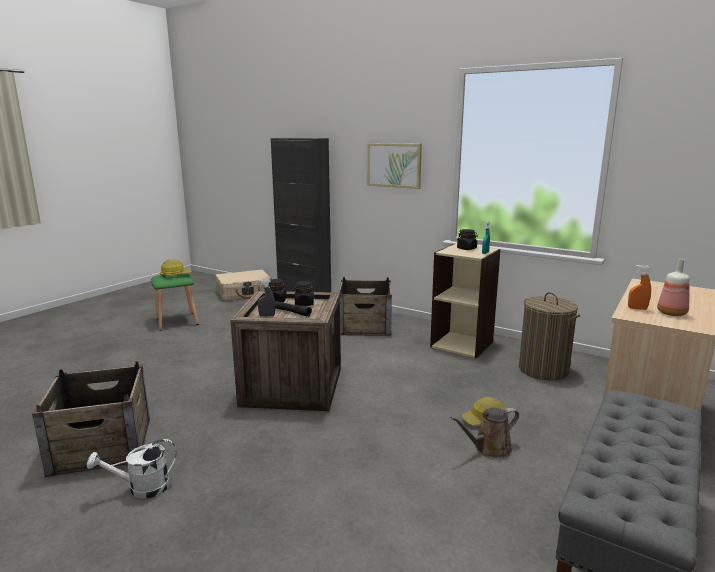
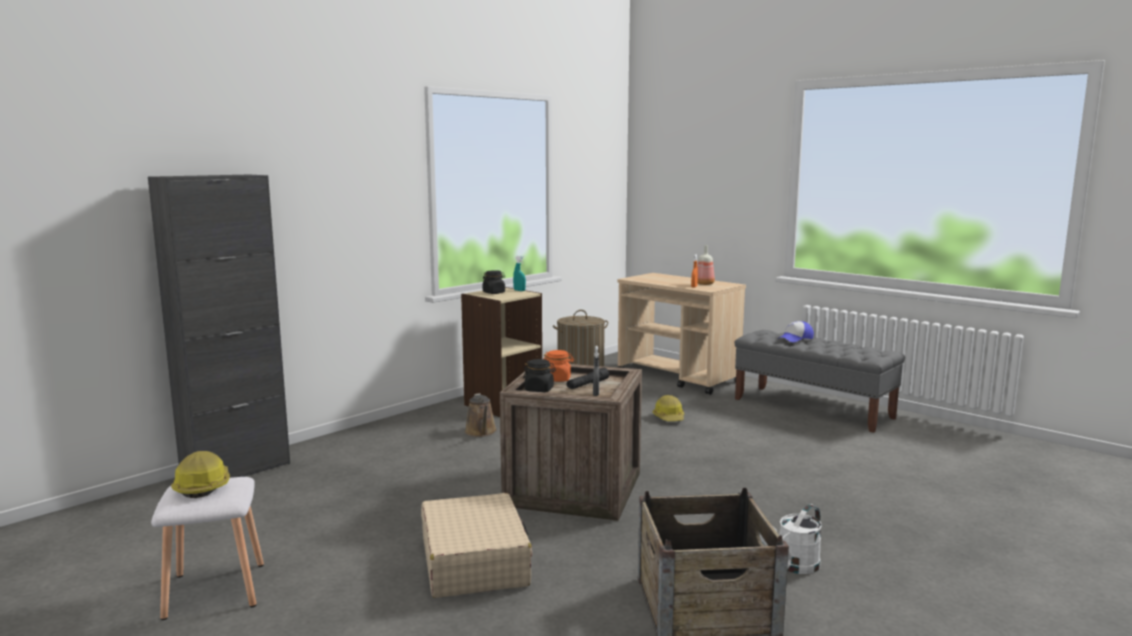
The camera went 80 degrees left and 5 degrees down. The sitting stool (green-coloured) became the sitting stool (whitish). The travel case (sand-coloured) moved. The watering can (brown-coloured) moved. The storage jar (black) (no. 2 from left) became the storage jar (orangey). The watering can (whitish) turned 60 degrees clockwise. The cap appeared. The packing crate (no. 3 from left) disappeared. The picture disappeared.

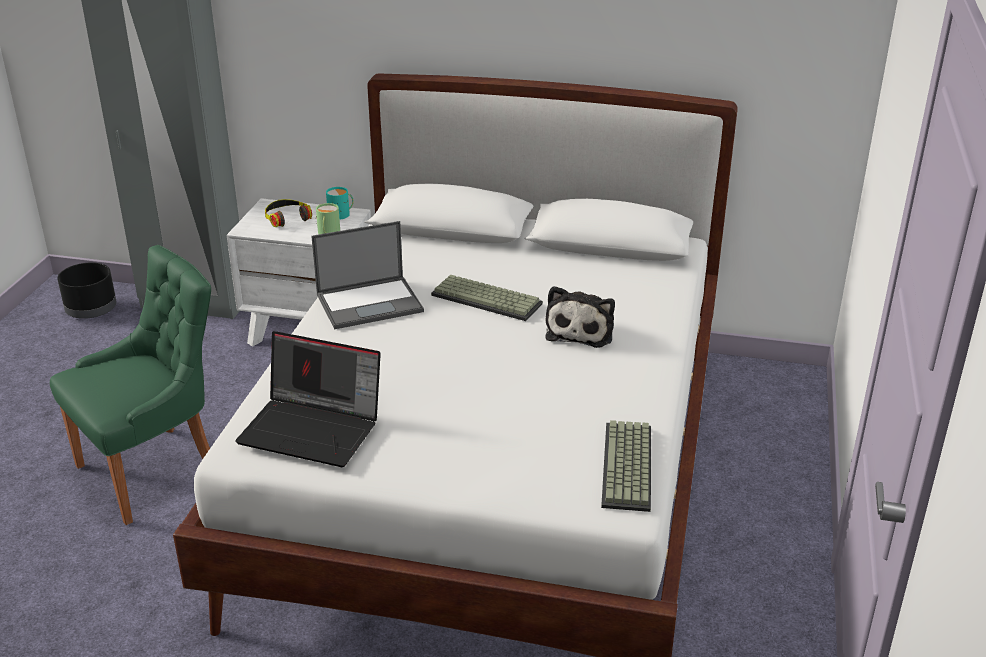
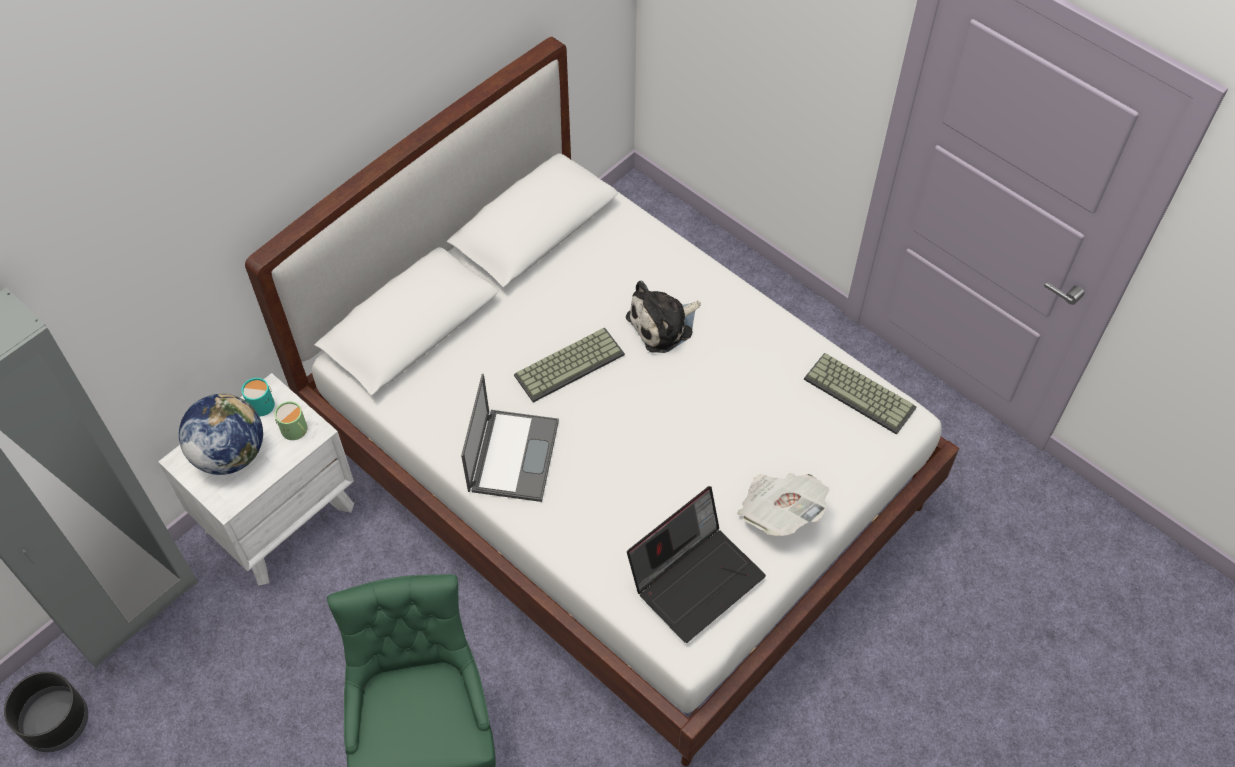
The camera went 60 degrees left and 25 degrees up. The headphones was replaced by the desk globe. The cuddly toy turned 105 degrees clockwise. The newspaper appeared.

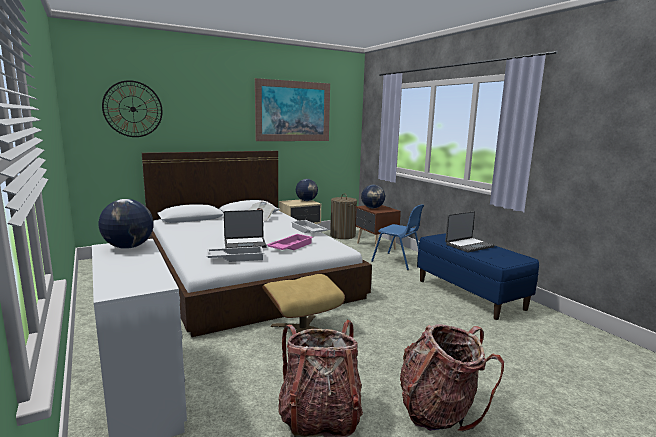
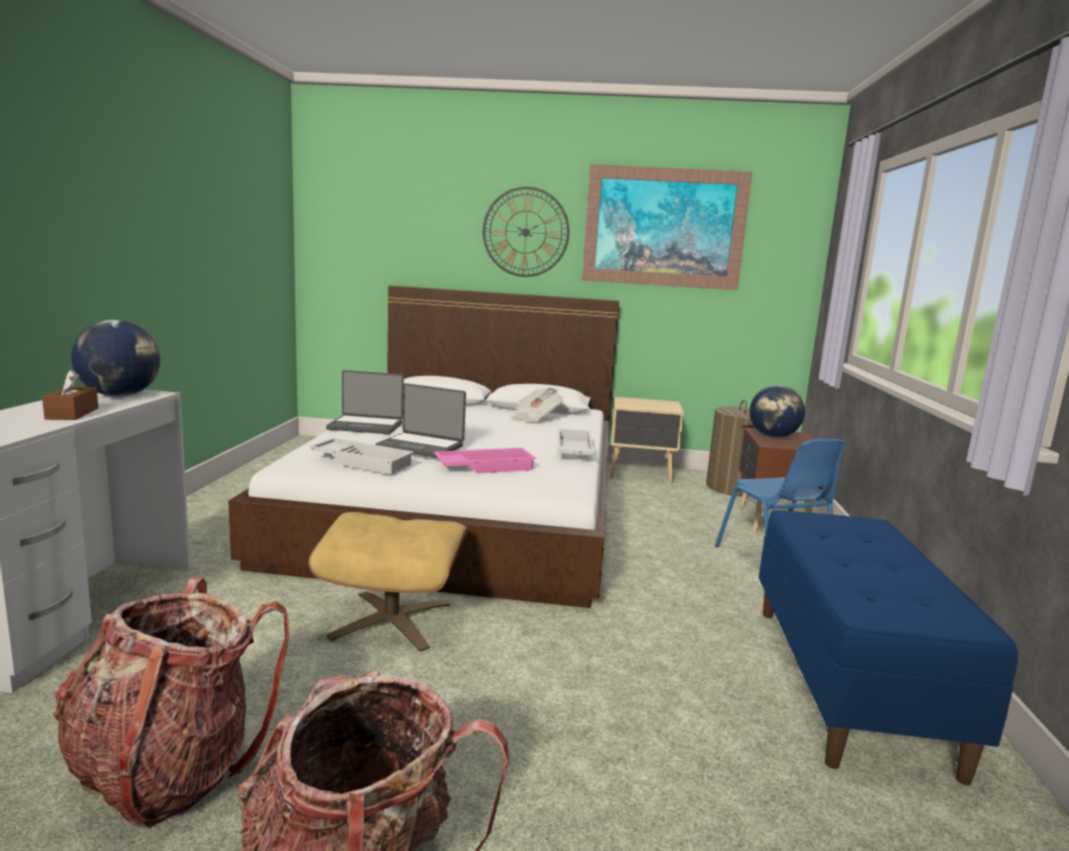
The camera went 35 degrees right and 0 degrees up. The box of tissues (brown-coloured) appeared. The laptop (no. 2 from left in the first image) moved. The wall clock moved. The desk globe (no. 2 from left) disappeared.

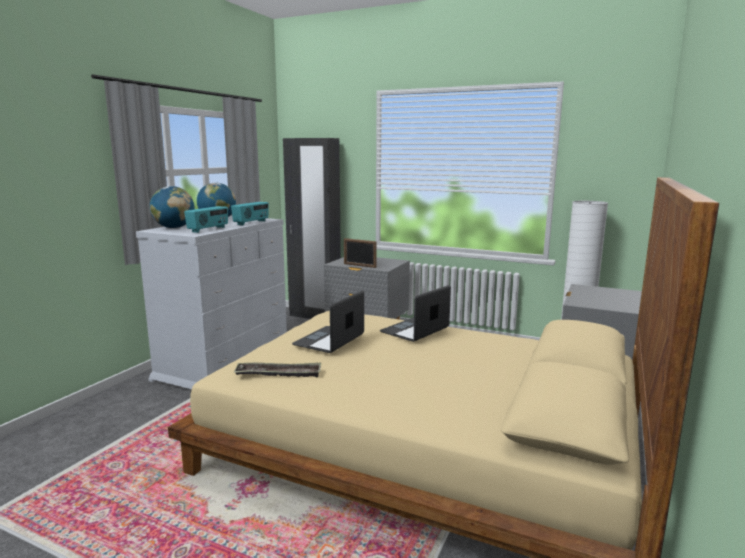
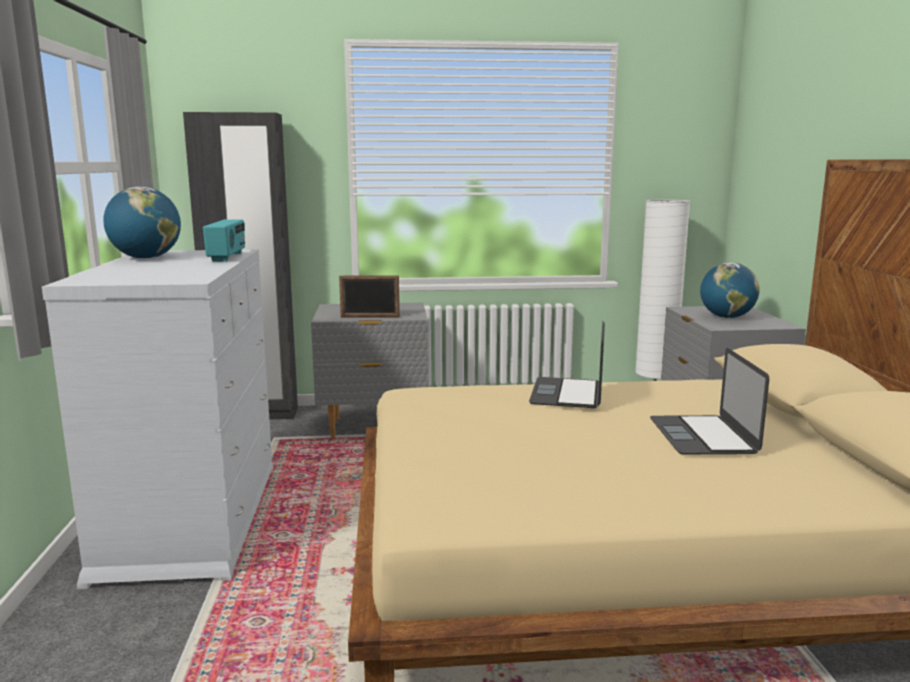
The camera went 30 degrees left and 0 degrees up. The laptop (no. 1 from left in the first image) moved. The desk globe (no. 1 from left in the first image) moved. The radio receiver (no. 1 from left) disappeared. The tray disappeared.

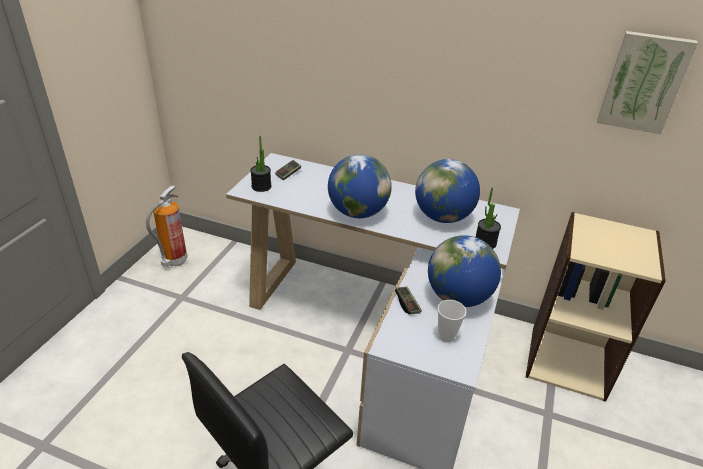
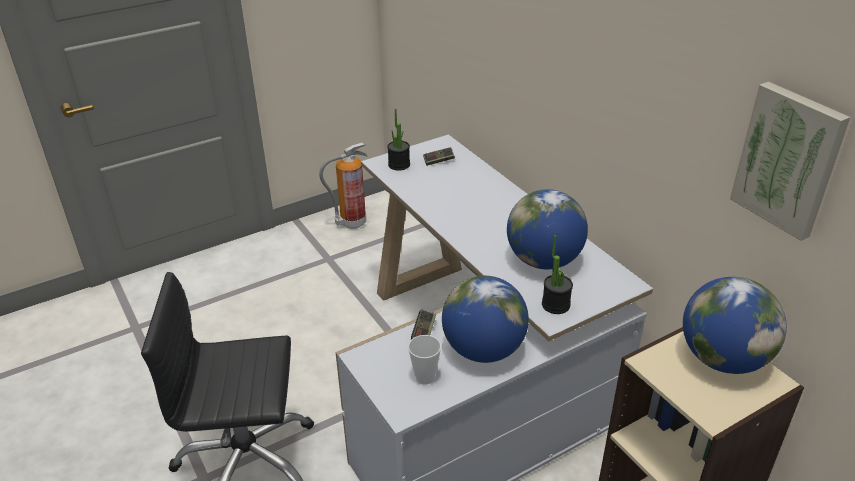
The camera went 40 degrees right and 0 degrees up. The desk globe (no. 1 from left in the first image) moved.

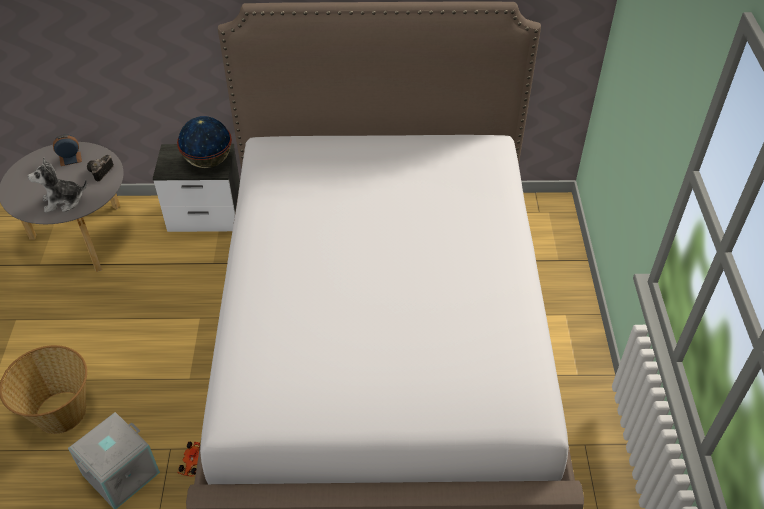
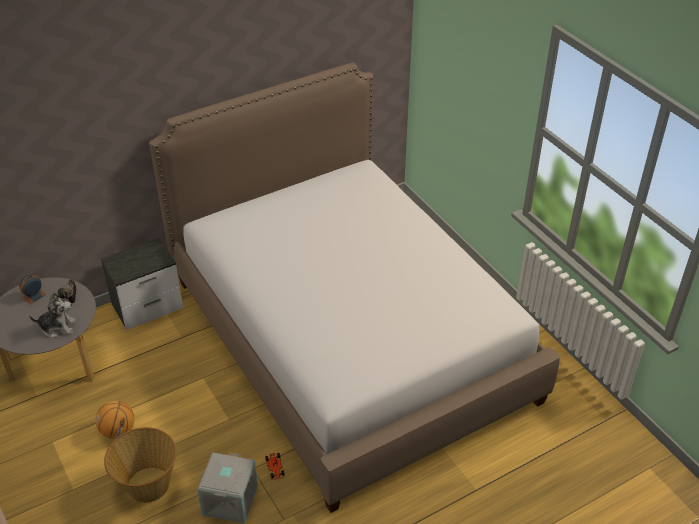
The camera went 30 degrees left and 5 degrees down. The cuddly toy turned 135 degrees counterclockwise. The basketball appeared. The desk globe disappeared.

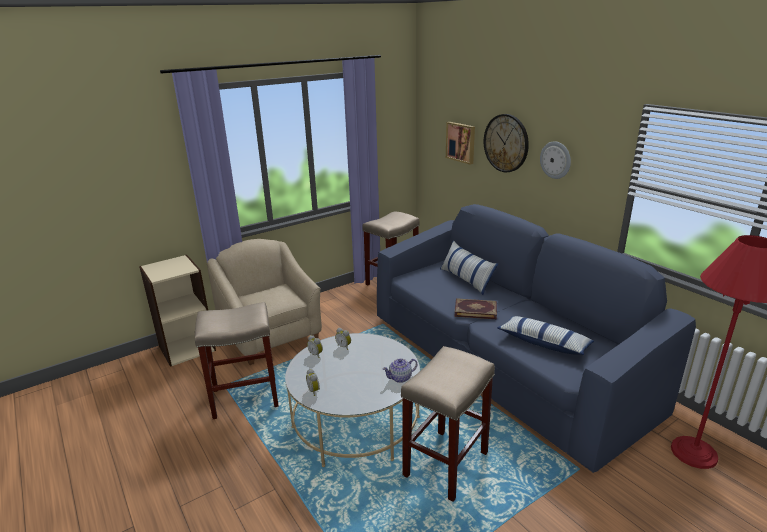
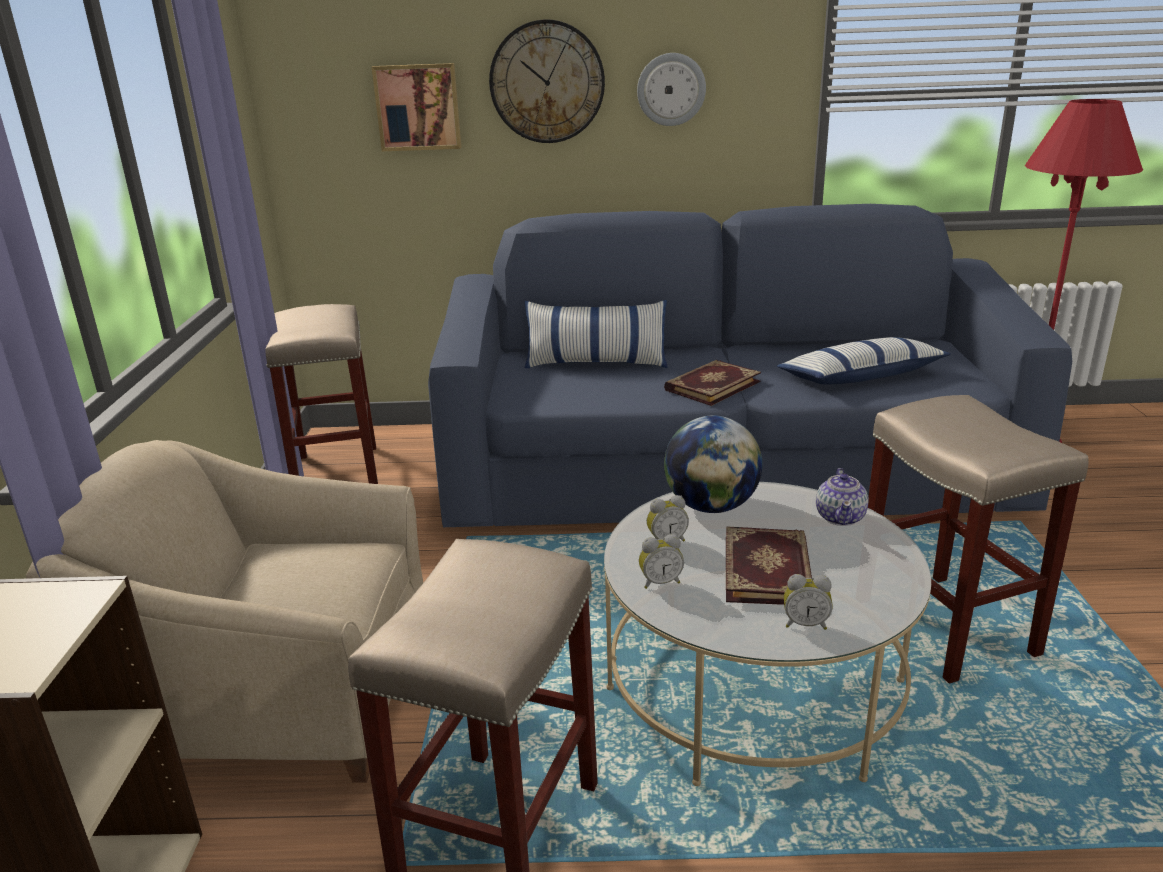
The camera went 55 degrees left and 0 degrees up. The desk globe appeared. The book (no. 2 from left) appeared.

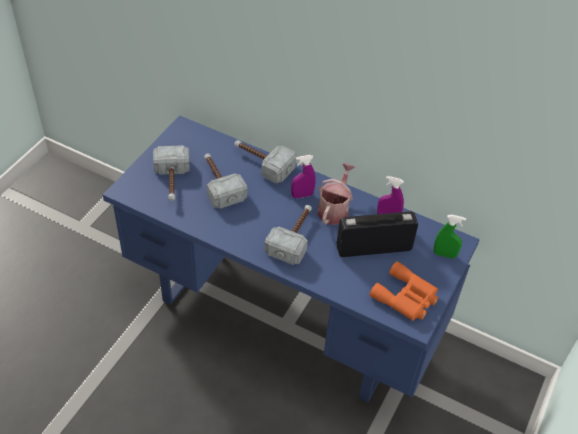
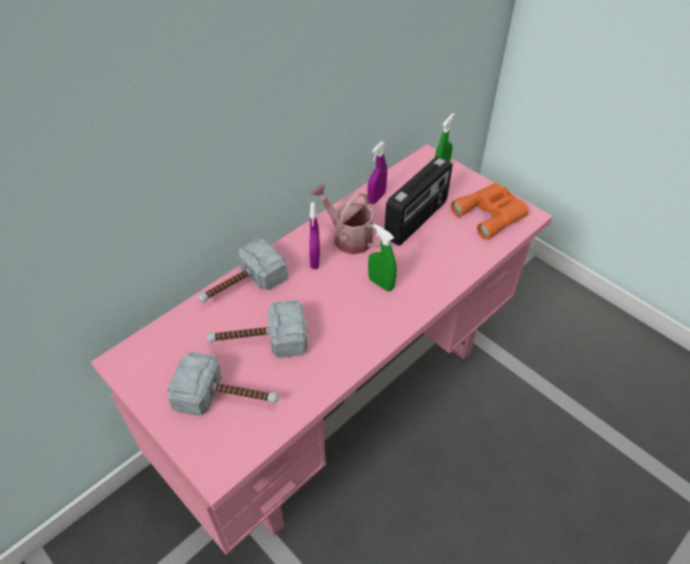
The camera went 70 degrees left and 0 degrees up. The desk table (blue) became the desk table (pink). The tool hammer (no. 4 from left) was replaced by the sprayer (green-coloured) (no. 1 from left). The radio receiver turned 150 degrees counterclockwise.

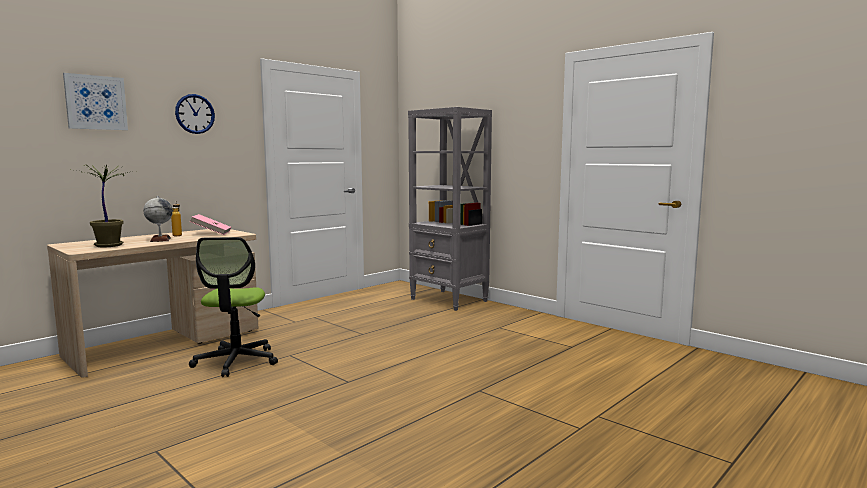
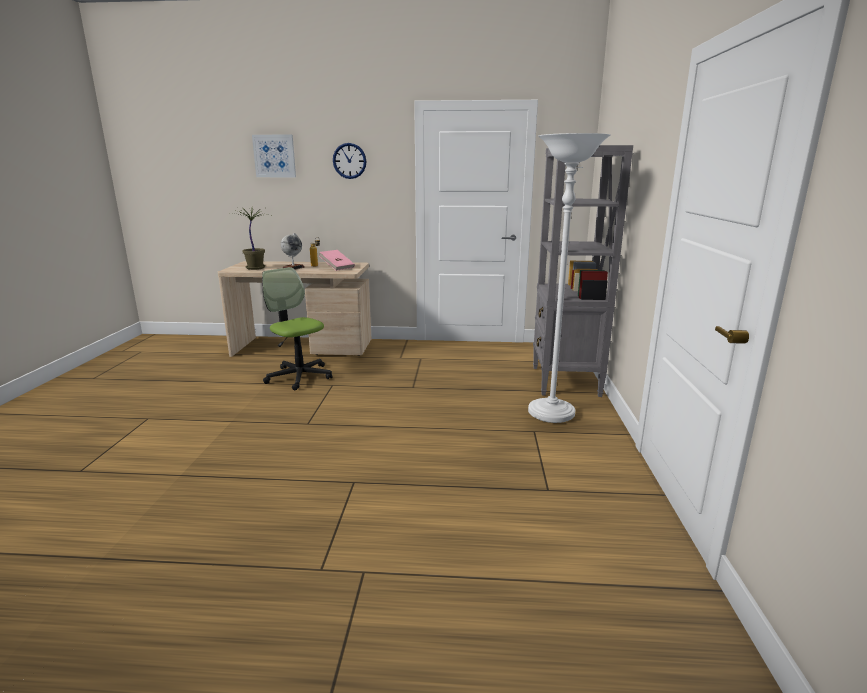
The camera went 50 degrees right and 10 degrees up. The office chair turned 90 degrees clockwise. The standing lamp (whitish) appeared.

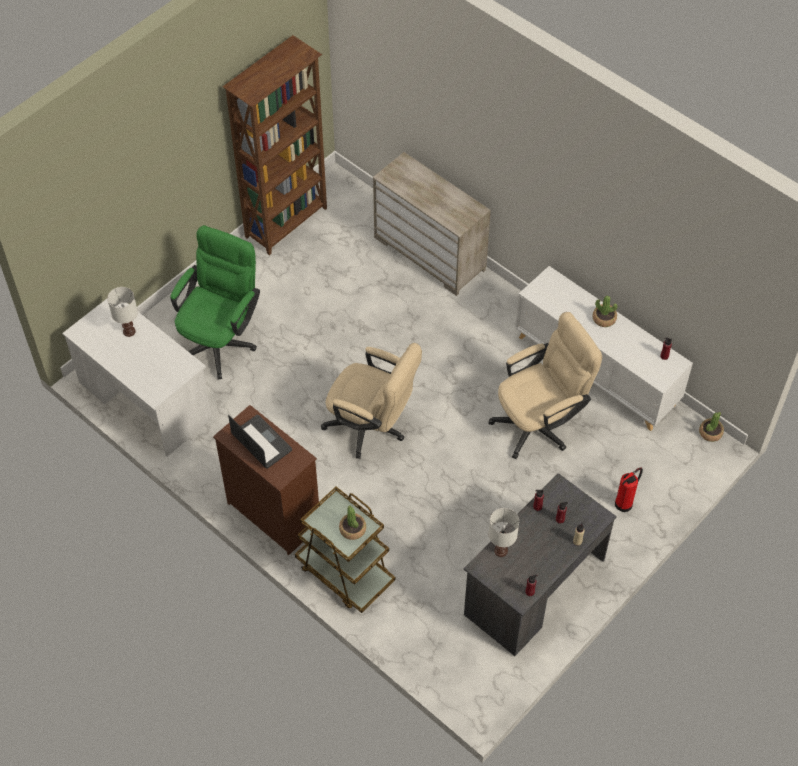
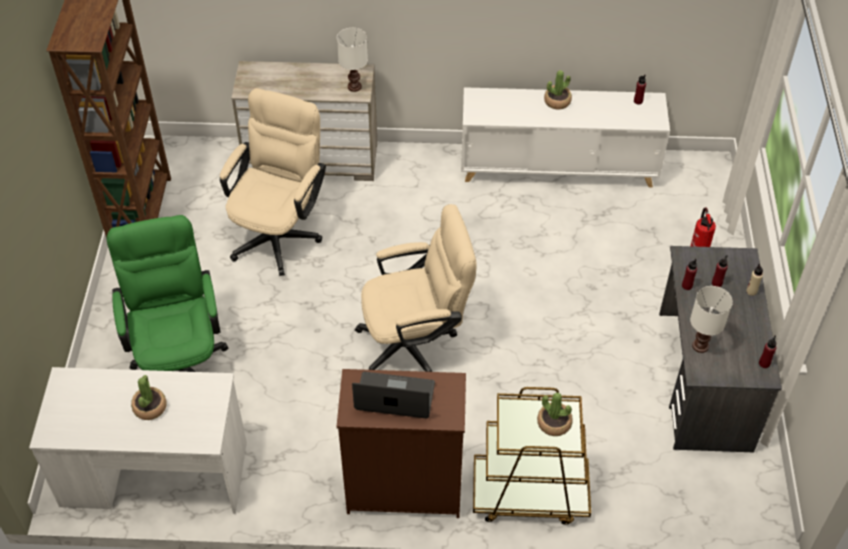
The camera went 40 degrees left and 5 degrees down. The potted plant (no. 3 from left in the first image) moved. The office chair (sand-coloured) (no. 2 from left in the first image) moved. The table lamp (whitish) (no. 1 from left) moved.

